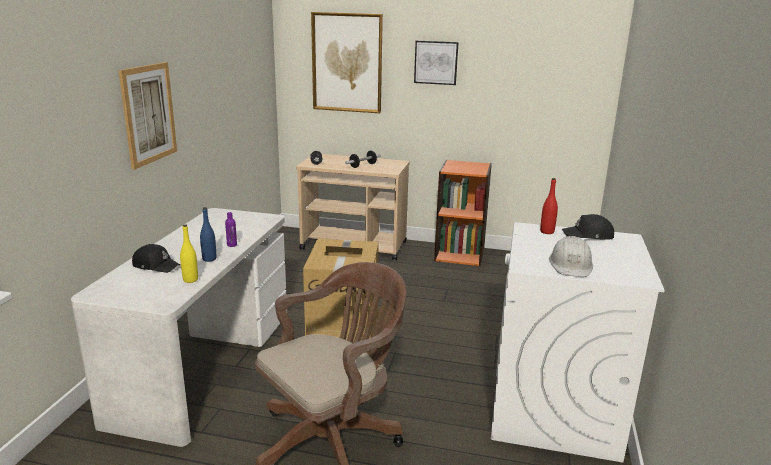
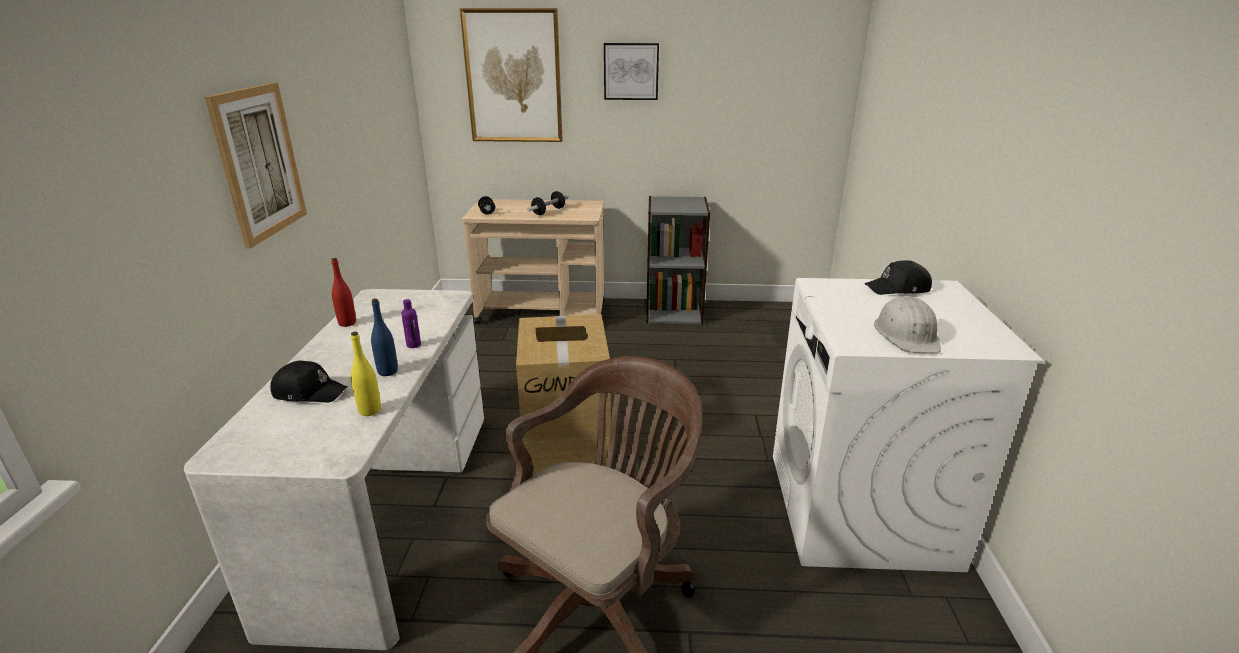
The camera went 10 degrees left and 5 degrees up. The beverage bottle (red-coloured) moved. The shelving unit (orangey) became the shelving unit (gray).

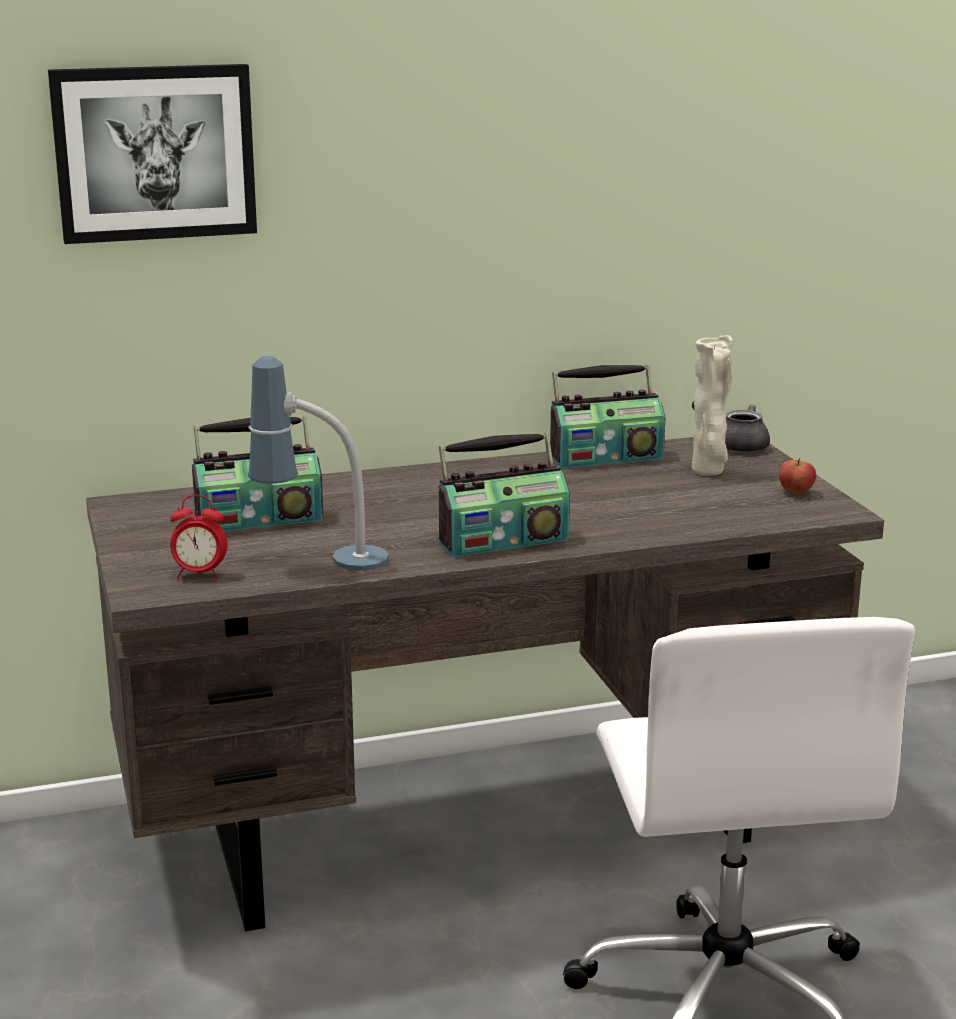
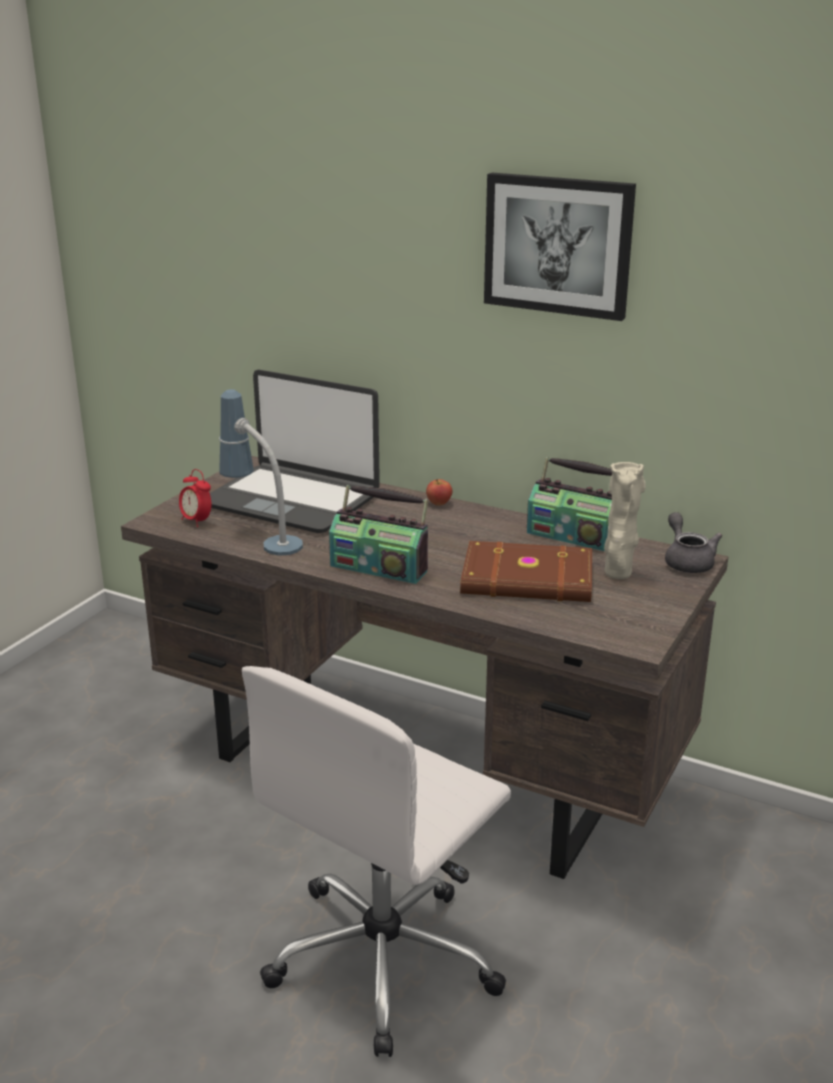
The camera went 45 degrees right and 5 degrees up. The radio receiver (no. 1 from left) was replaced by the laptop. The apple fruit moved. The book (brown-coloured) appeared. The picture moved.

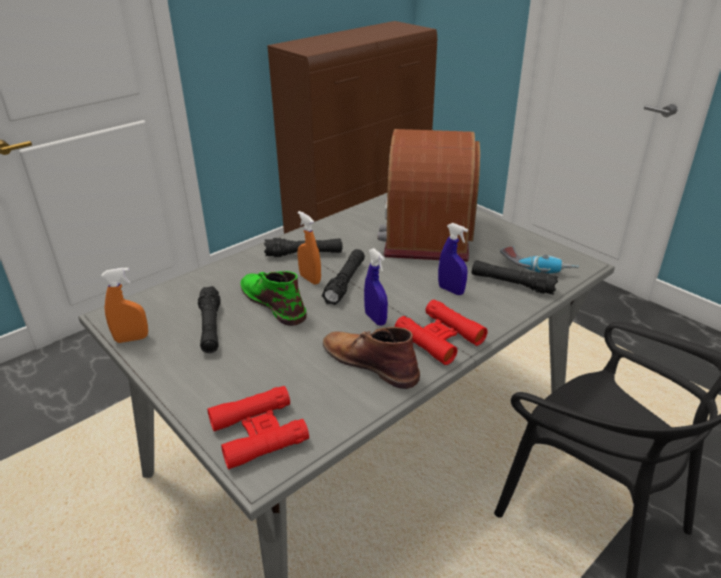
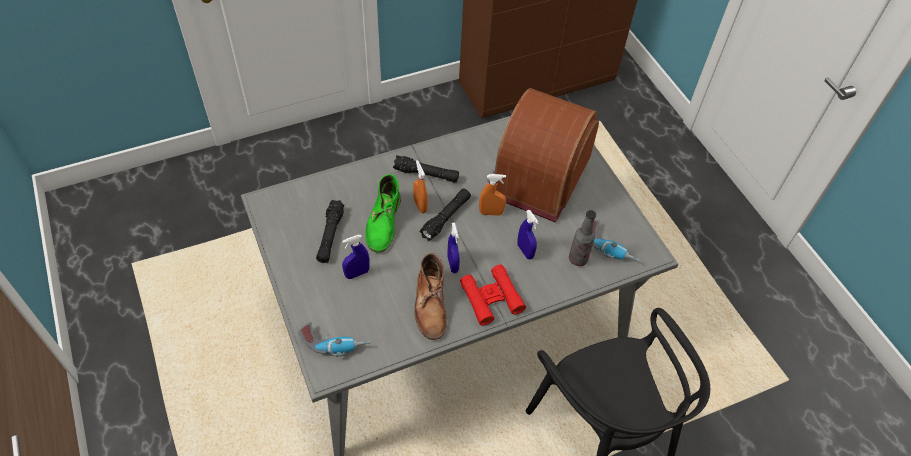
The camera went 15 degrees right and 20 degrees up. The field glasses (red-coloured) (no. 1 from left) was replaced by the drill (no. 1 from left). The sprayer (blue) (no. 1 from left) appeared. The tall boot (green-coloured) turned 150 degrees counterclockwise. The tall boot (brown-coloured) turned 150 degrees counterclockwise. The sprayer (orangey) (no. 1 from left in the first image) moved. The torch (black) (no. 4 from left) was replaced by the beverage bottle.

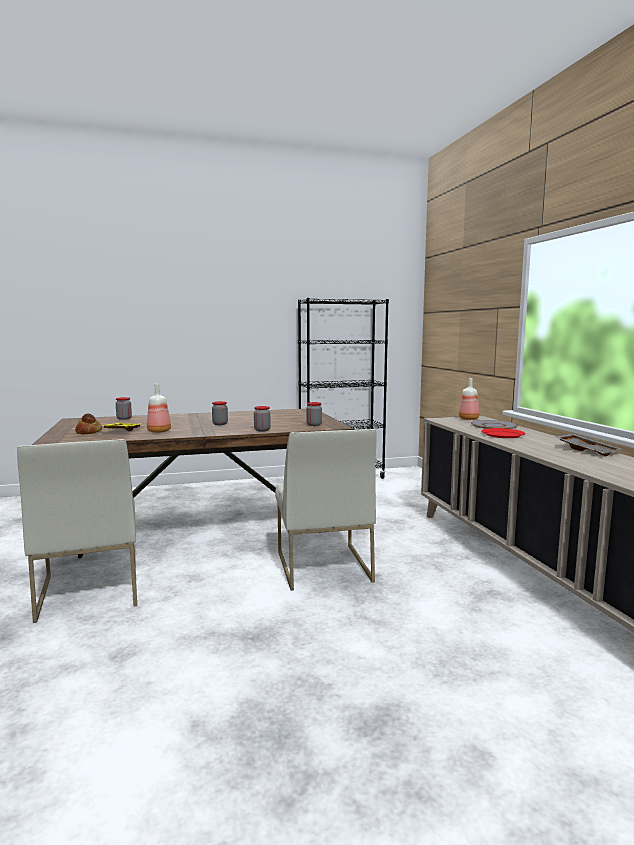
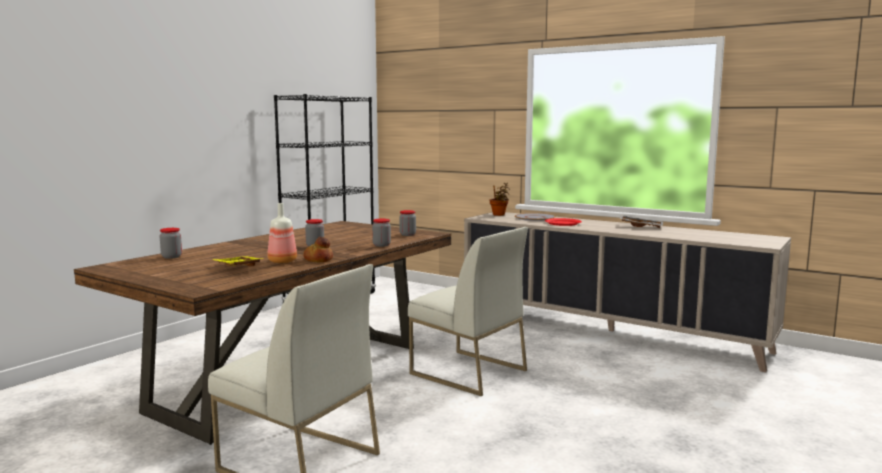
The camera went 40 degrees left and 0 degrees up. The bread moved. The beverage bottle (no. 2 from left) was replaced by the potted plant.

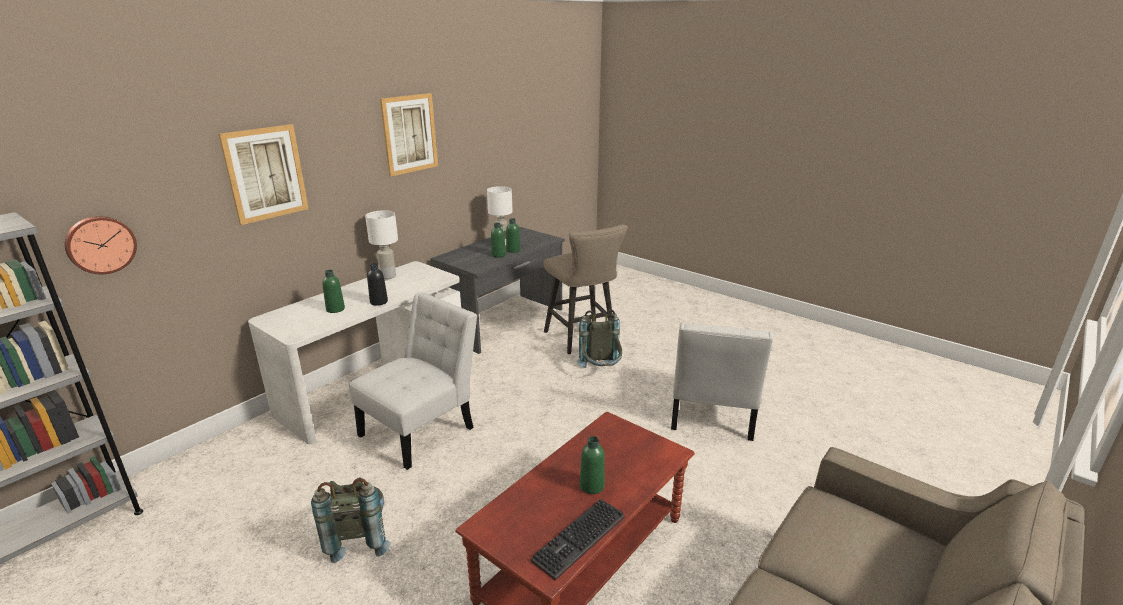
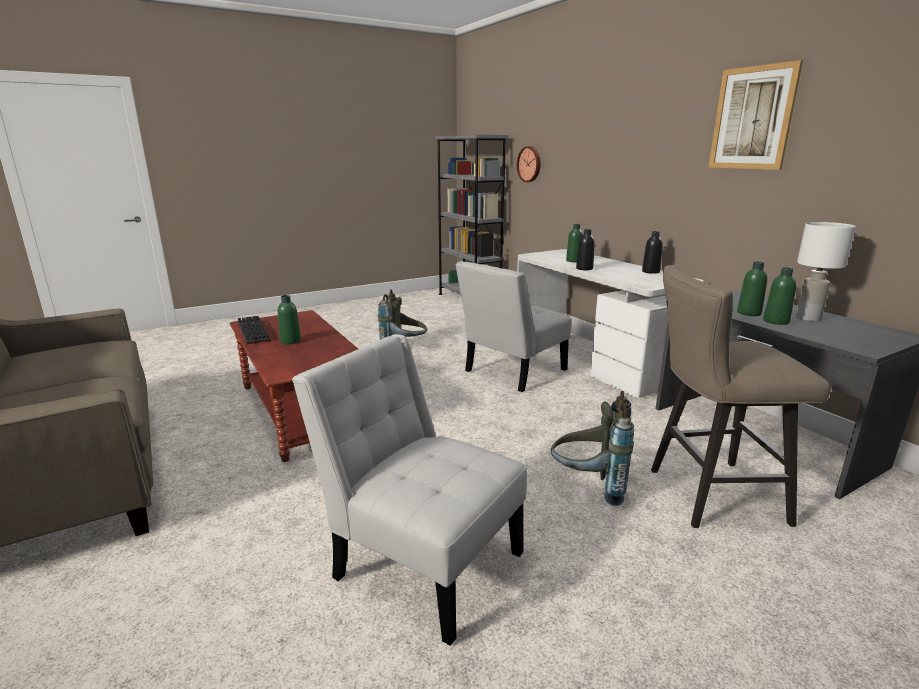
The camera went 110 degrees right and 5 degrees down. The chair (whitish) (no. 1 from left in the first image) turned 75 degrees clockwise. The table lamp (whitish) (no. 1 from left) was replaced by the beverage bottle (black) (no. 2 from left). The picture (no. 1 from left) disappeared.

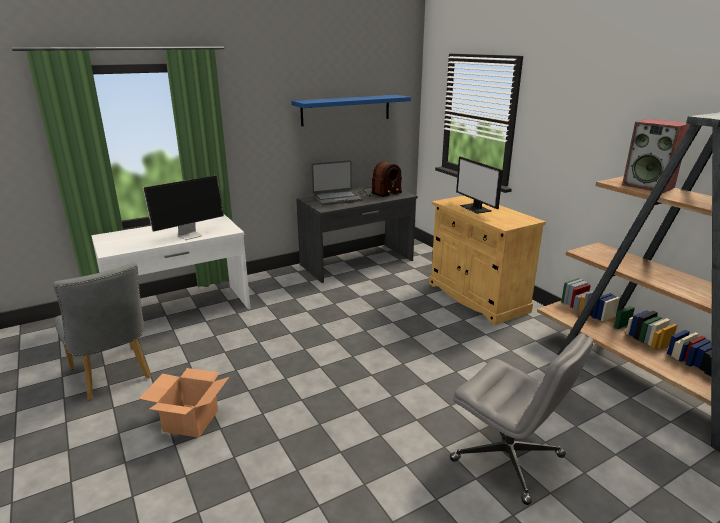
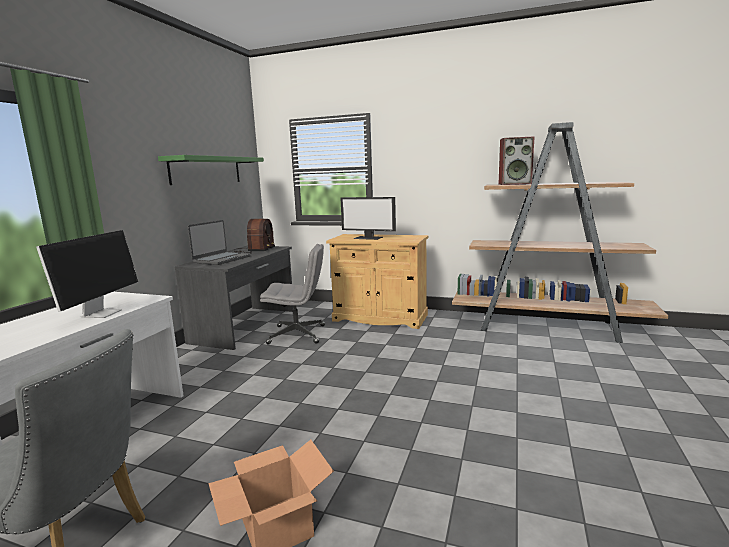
The camera went 40 degrees left and 10 degrees down. The bracket shelf (blue) became the bracket shelf (green-coloured). The office chair (gray) moved.

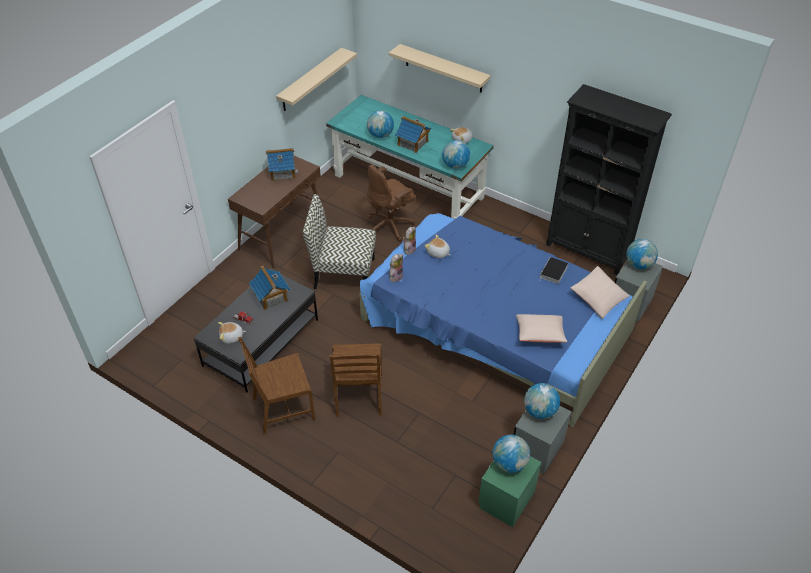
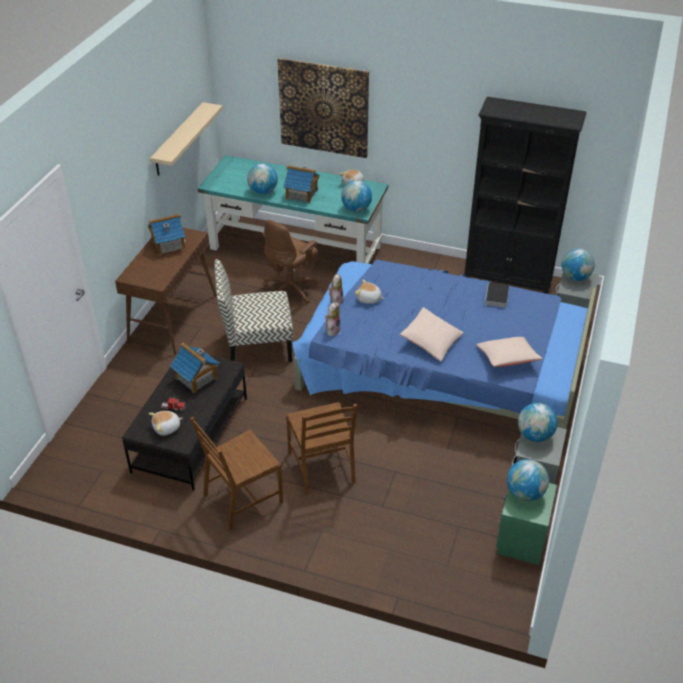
The camera went 15 degrees left and 5 degrees down. The bracket shelf (sand-coloured) (no. 2 from left) was replaced by the picture. The throw pillow (sand-coloured) (no. 2 from left in the first image) moved.

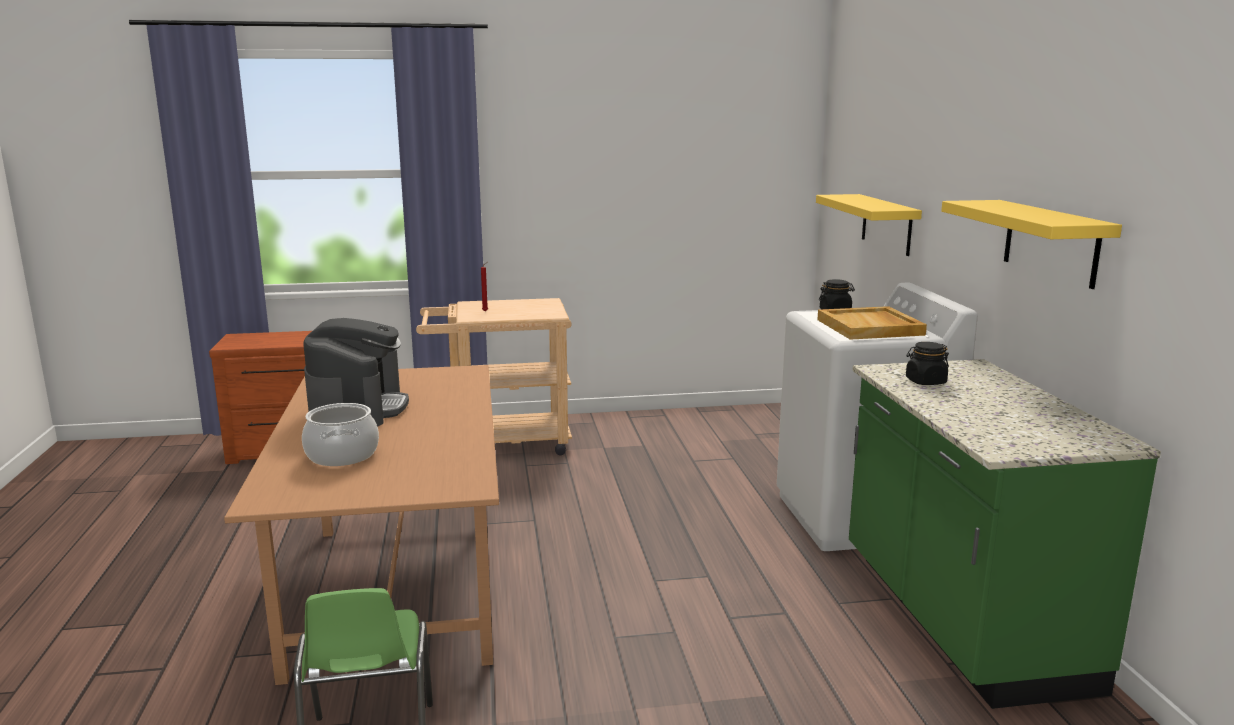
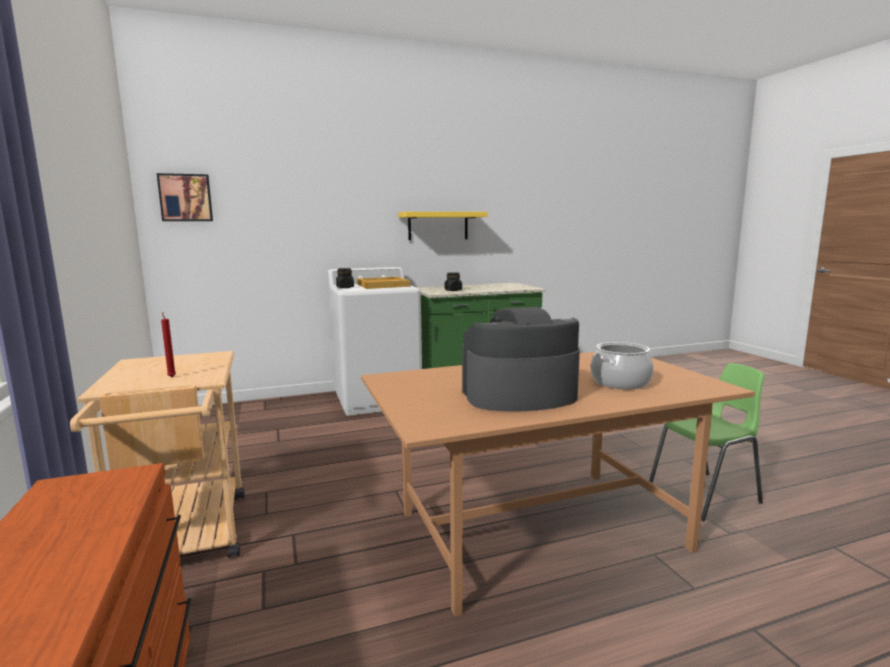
The camera went 100 degrees left and 5 degrees down. The picture appeared. The bracket shelf (yellow) (no. 1 from left) disappeared.

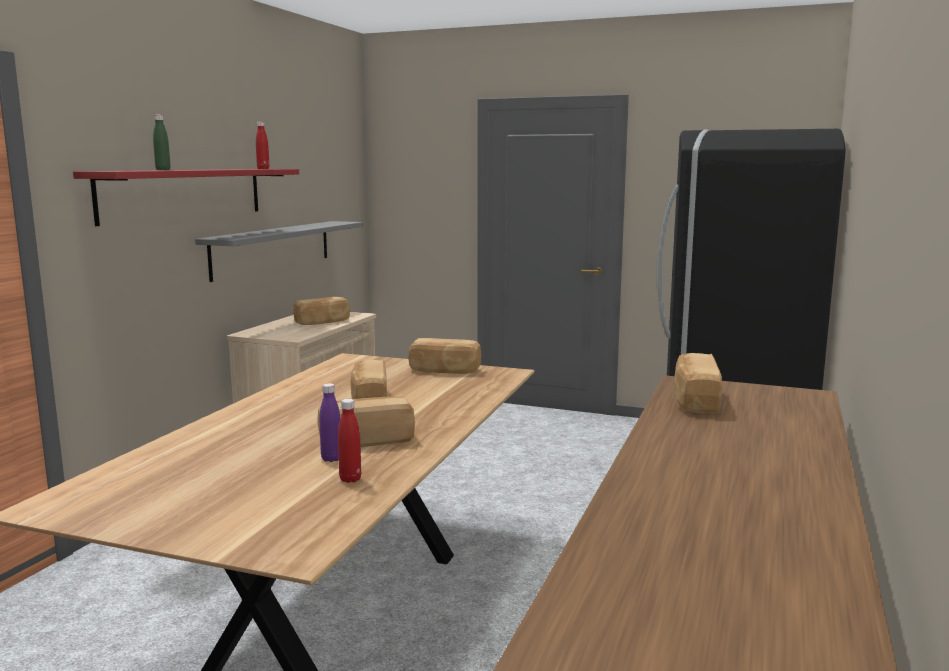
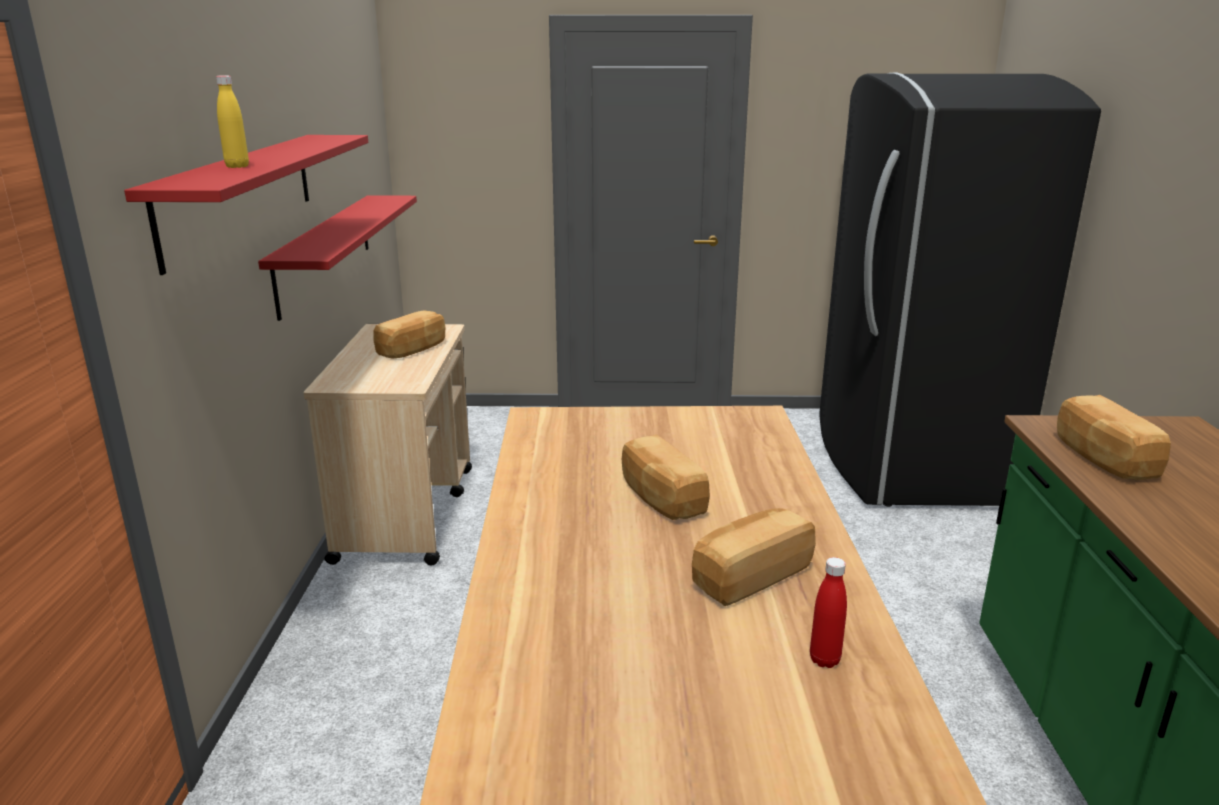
The camera went 20 degrees left and 10 degrees up. The beverage bottle (green-coloured) became the beverage bottle (yellow). The bracket shelf (gray) became the bracket shelf (red-coloured) (no. 2 from left). The beverage bottle (red-coloured) (no. 1 from left) disappeared. The beverage bottle (purplish) disappeared. The bread (no. 4 from left) disappeared.

